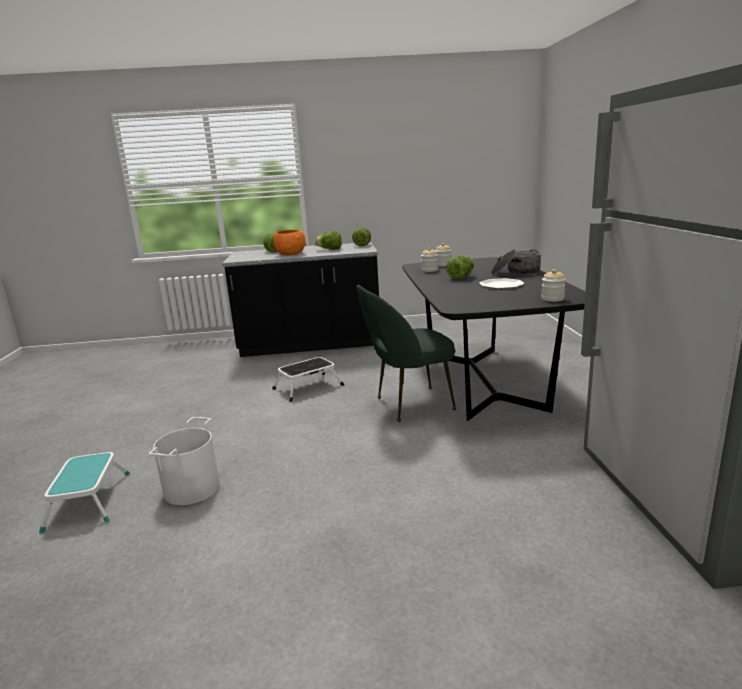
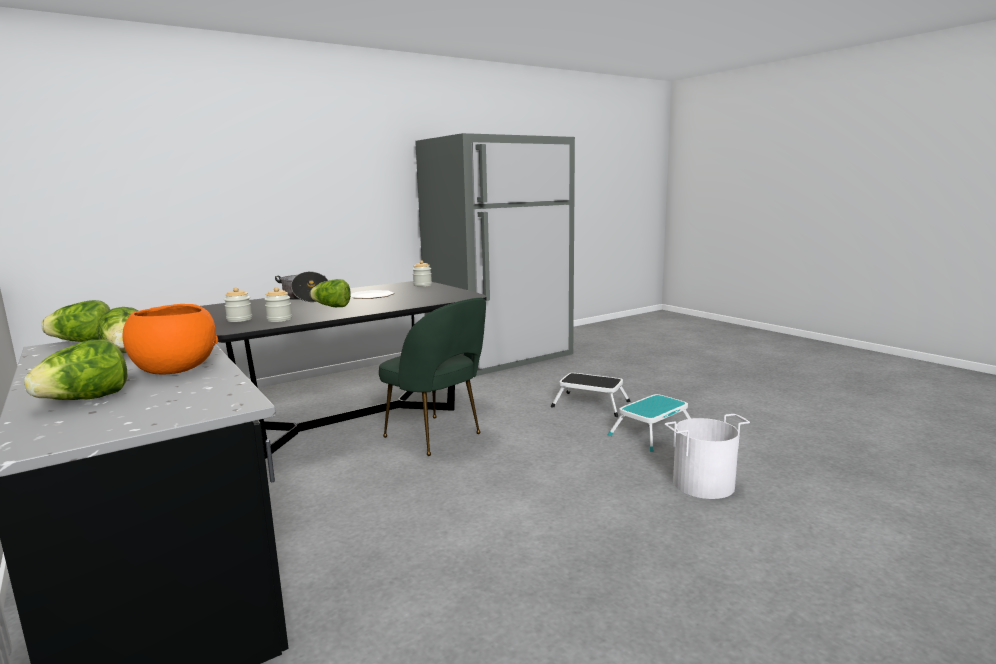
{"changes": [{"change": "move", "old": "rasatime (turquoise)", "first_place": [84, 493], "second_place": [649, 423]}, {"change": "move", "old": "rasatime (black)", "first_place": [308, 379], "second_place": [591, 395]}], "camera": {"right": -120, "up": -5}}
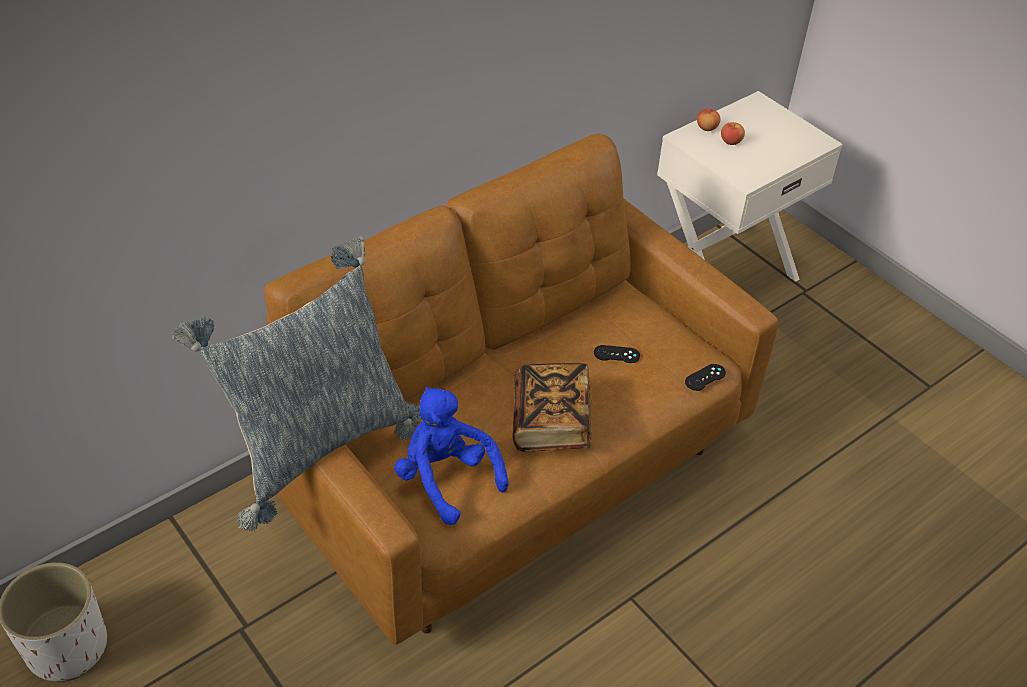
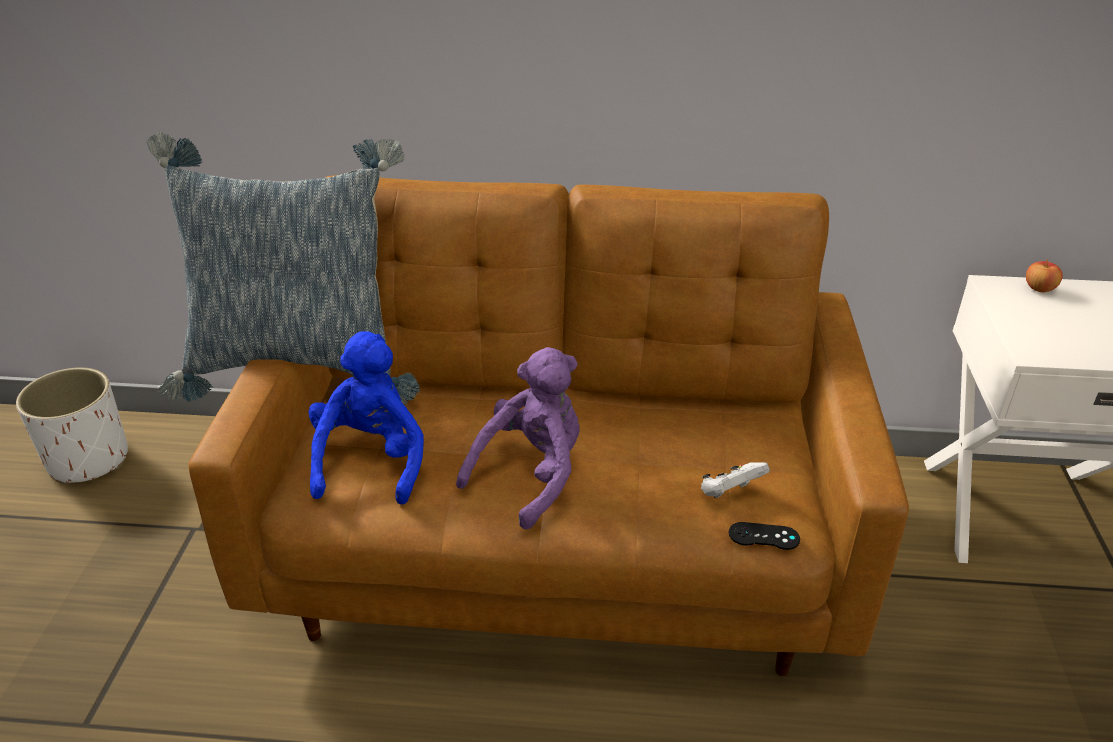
{"changes": [{"change": "replace", "old": "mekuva", "new": "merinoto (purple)", "first_place": [552, 407], "second_place": [518, 438]}, {"change": "delete", "old": "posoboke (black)", "first_place": [617, 354]}, {"change": "delete", "old": "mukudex", "first_place": [733, 133]}, {"change": "insert", "new": "posoboke (white)", "second_place": [735, 480]}], "camera": {"right": 45, "up": -10}}
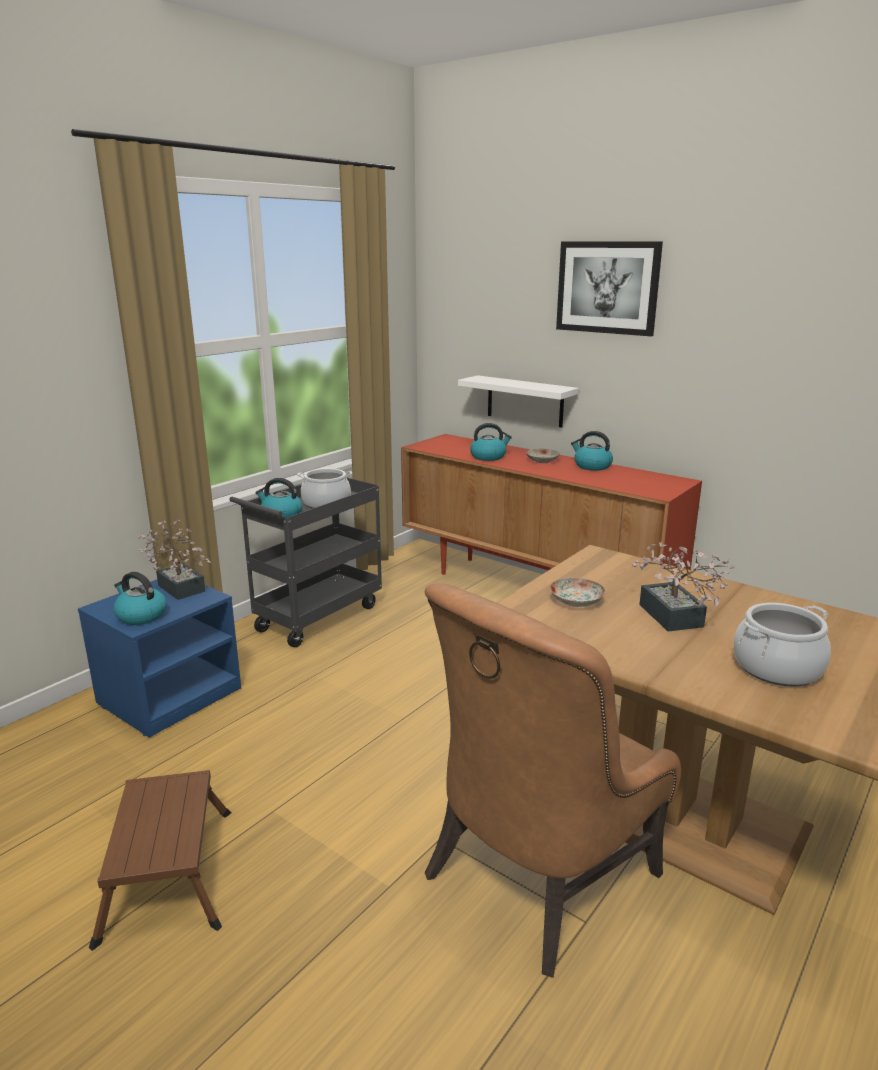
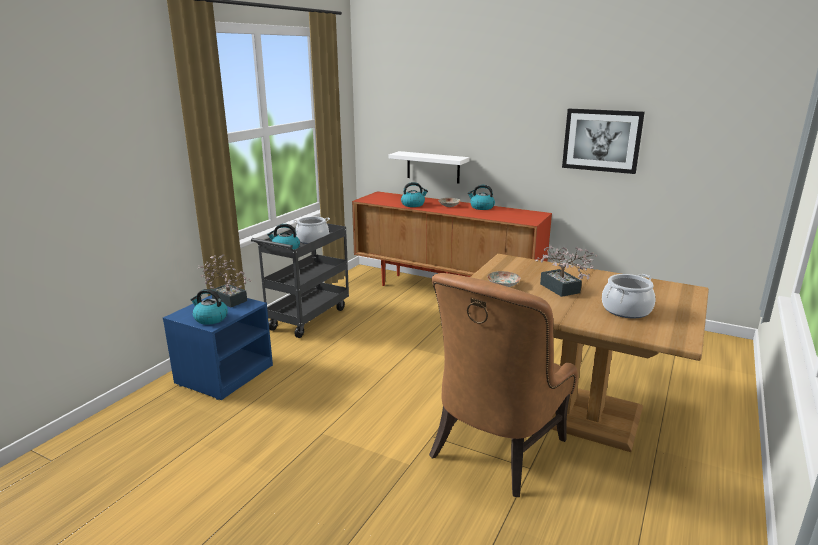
{"changes": [{"change": "delete", "old": "rasatime (brown)", "first_place": [160, 860]}, {"change": "move", "old": "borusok", "first_place": [609, 289], "second_place": [603, 141]}], "camera": {"right": -10, "up": 0}}
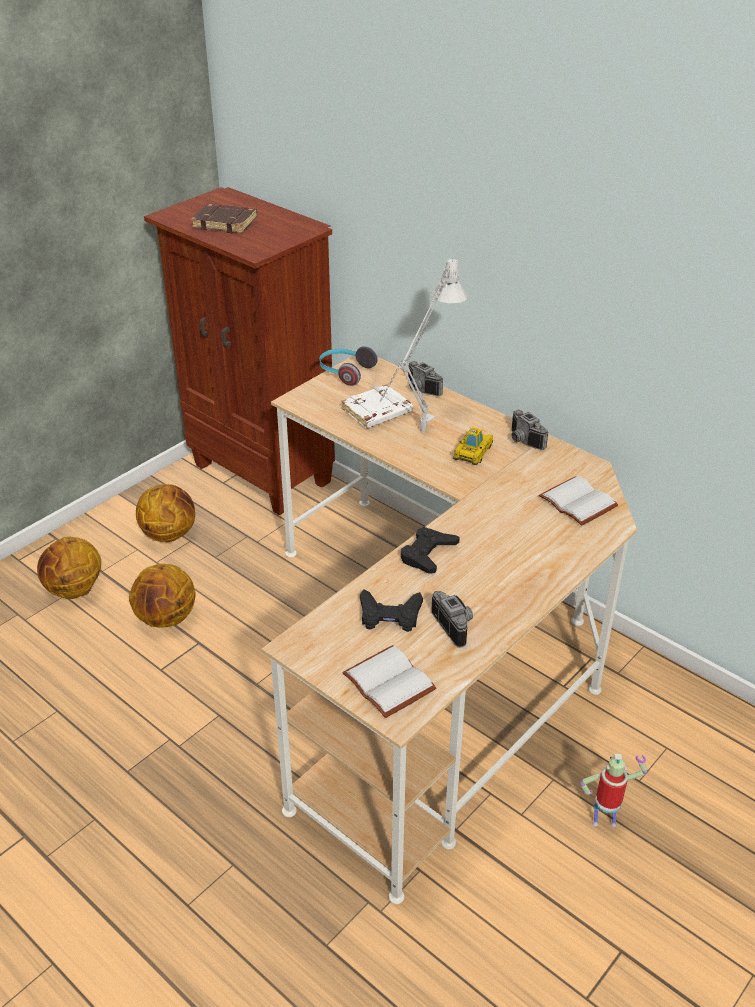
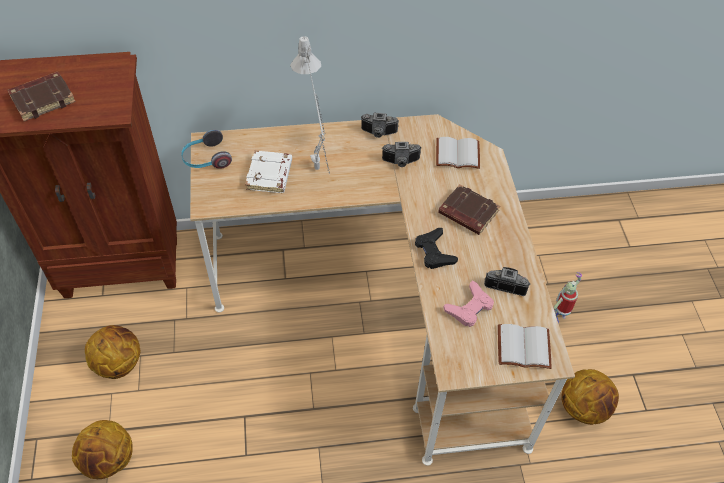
{"changes": [{"change": "move", "old": "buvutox", "first_place": [162, 596], "second_place": [590, 397]}, {"change": "recolor", "old": "posoboke (black)", "new": "posoboke (pink)", "first_place": [391, 610], "second_place": [468, 304]}, {"change": "move", "old": "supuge", "first_place": [425, 378], "second_place": [401, 154]}, {"change": "delete", "old": "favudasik", "first_place": [473, 446]}, {"change": "insert", "new": "mekuva (brown)", "second_place": [469, 209]}], "camera": {"right": -50, "up": 15}}
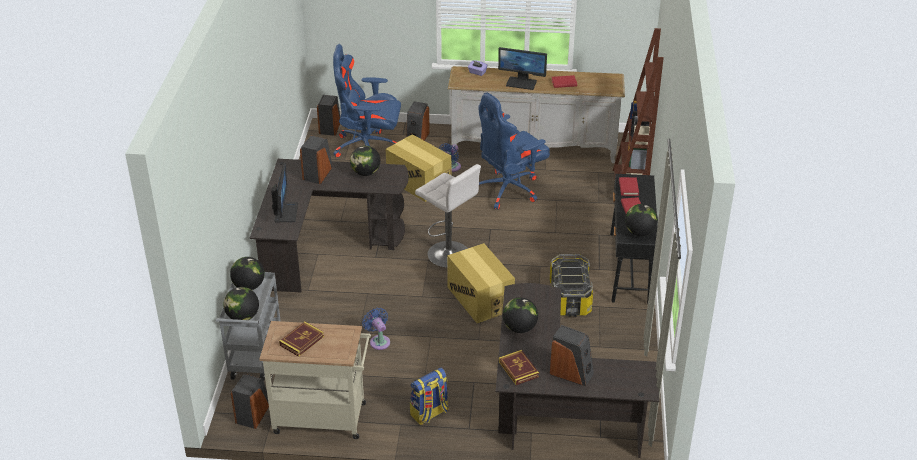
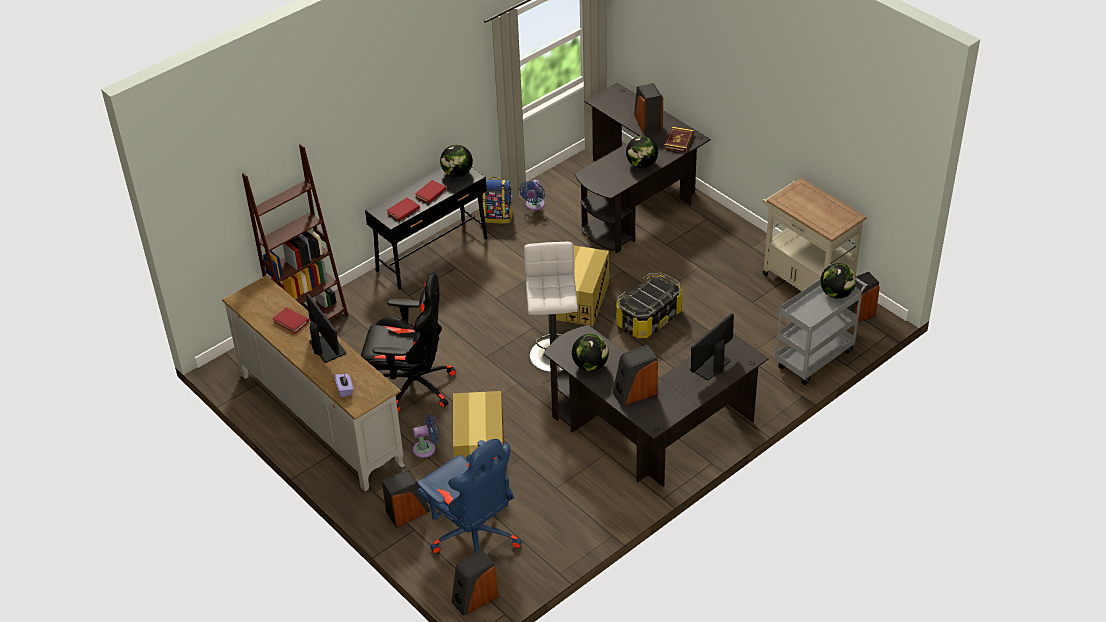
{"changes": [{"change": "delete", "old": "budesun", "first_place": [247, 273]}, {"change": "delete", "old": "mekuva", "first_place": [301, 339]}, {"change": "move", "old": "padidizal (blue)", "first_place": [376, 329], "second_place": [532, 195]}, {"change": "move", "old": "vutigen", "first_place": [429, 396], "second_place": [496, 200]}, {"change": "recolor", "old": "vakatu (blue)", "new": "vakatu (black)", "first_place": [514, 151], "second_place": [408, 342]}, {"change": "move", "old": "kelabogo", "first_place": [571, 285], "second_place": [649, 305]}], "camera": {"right": -135, "up": 5}}
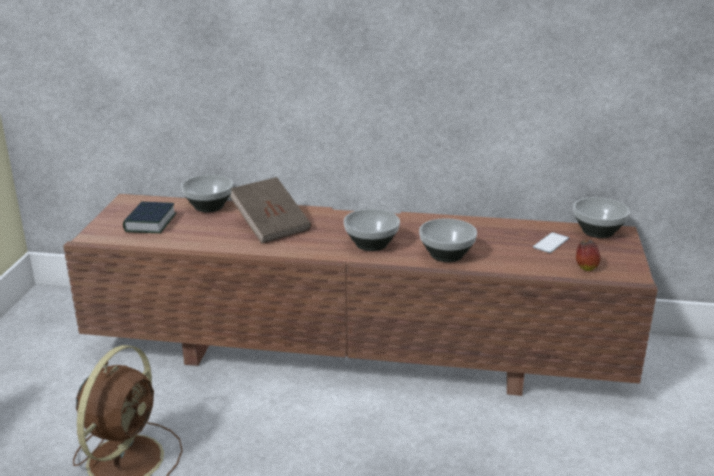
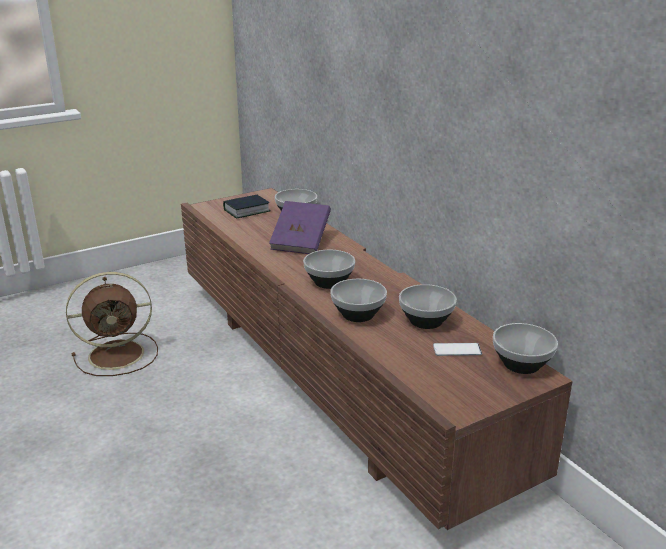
{"changes": [{"change": "recolor", "old": "mekuva (brown)", "new": "mekuva (purple)", "first_place": [270, 210], "second_place": [300, 227]}, {"change": "delete", "old": "mukudex", "first_place": [588, 255]}, {"change": "insert", "new": "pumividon", "second_place": [428, 306]}], "camera": {"right": 50, "up": 0}}
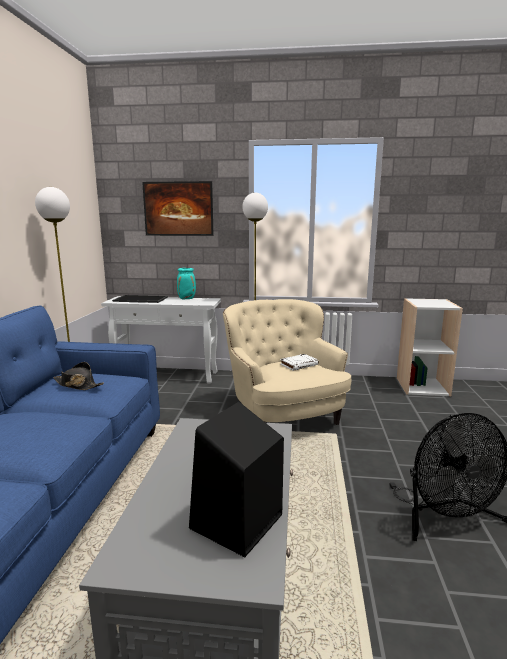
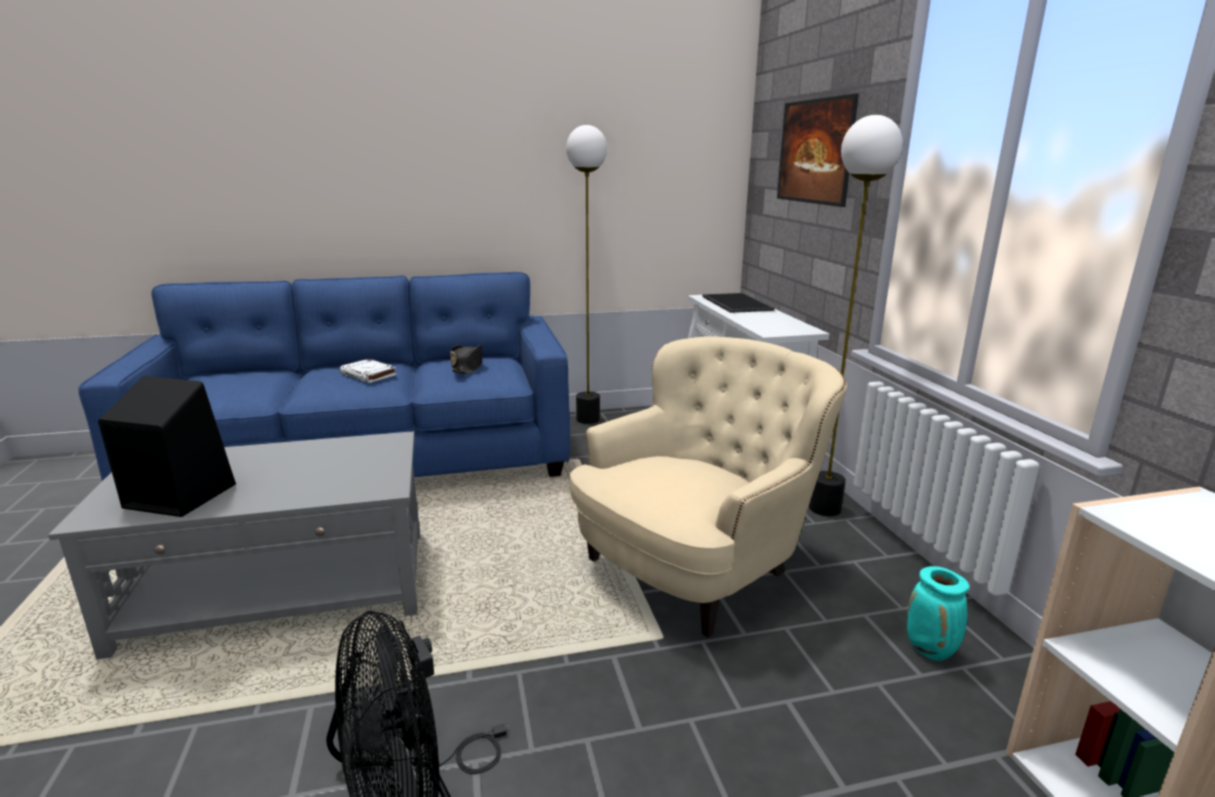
{"changes": [{"change": "move", "old": "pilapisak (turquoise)", "first_place": [186, 283], "second_place": [937, 613]}, {"change": "move", "old": "mekuva (white)", "first_place": [299, 362], "second_place": [368, 371]}], "camera": {"right": 70, "up": 5}}
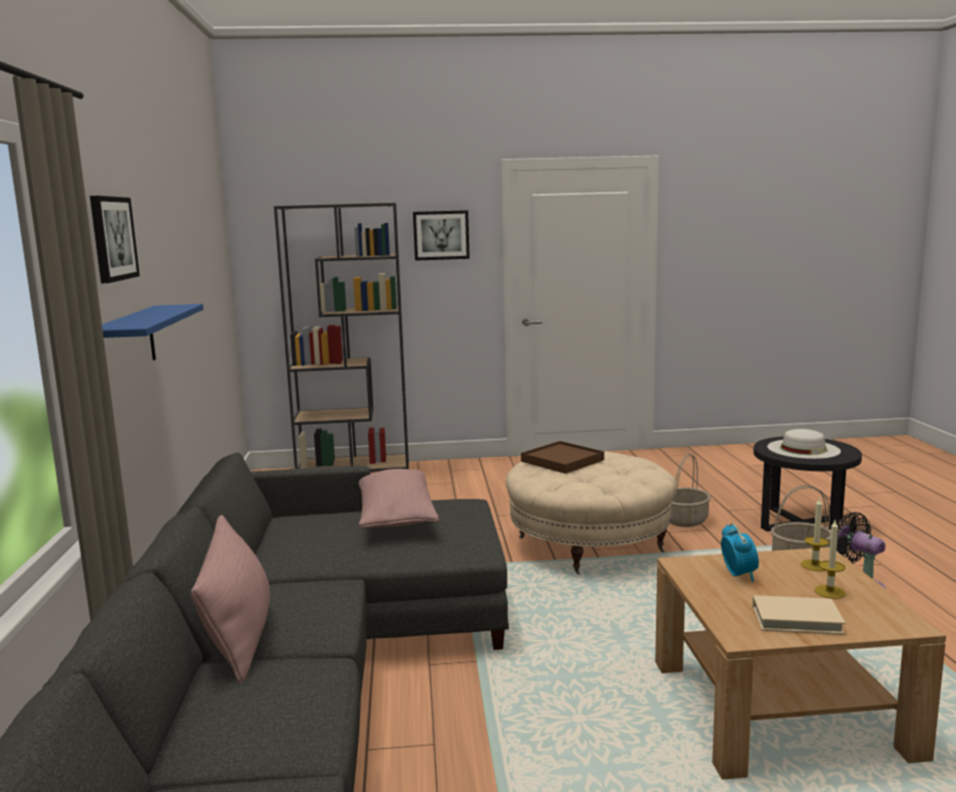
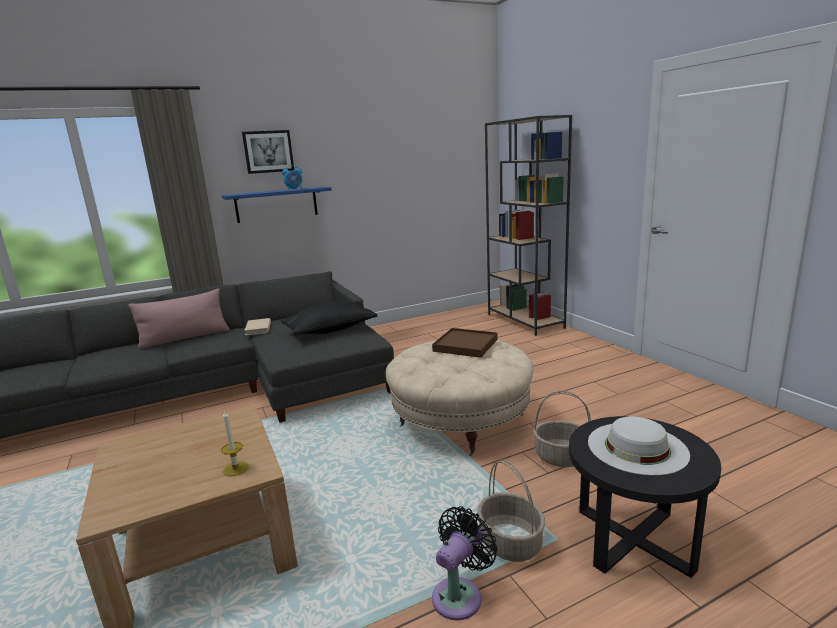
{"changes": [{"change": "recolor", "old": "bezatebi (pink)", "new": "bezatebi (black)", "first_place": [398, 498], "second_place": [329, 318]}, {"change": "delete", "old": "borusok", "first_place": [441, 235]}, {"change": "move", "old": "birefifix", "first_place": [740, 552], "second_place": [292, 177]}, {"change": "move", "old": "mekuva (beige)", "first_place": [799, 615], "second_place": [257, 327]}, {"change": "delete", "old": "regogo", "first_place": [830, 559]}], "camera": {"right": 70, "up": 5}}
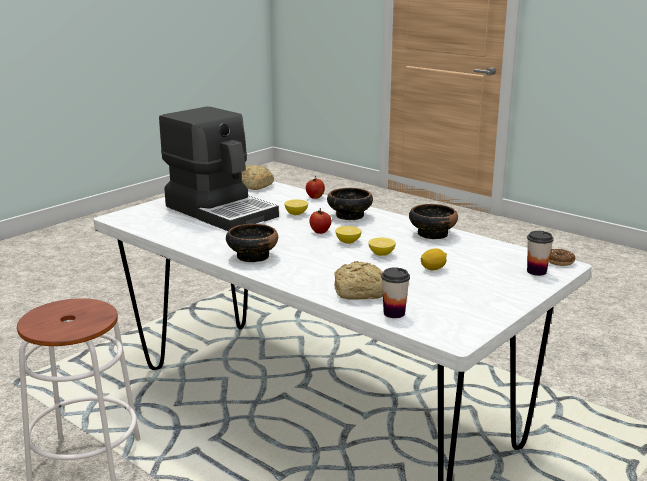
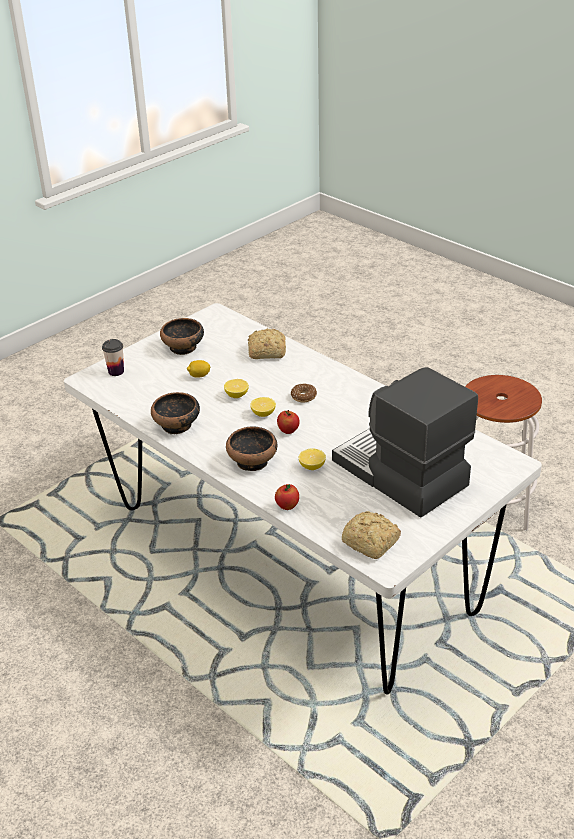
{"changes": [{"change": "move", "old": "pumividon", "first_place": [252, 243], "second_place": [182, 336]}, {"change": "delete", "old": "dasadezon", "first_place": [395, 292]}, {"change": "move", "old": "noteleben", "first_place": [562, 257], "second_place": [304, 393]}], "camera": {"right": -175, "up": 15}}
